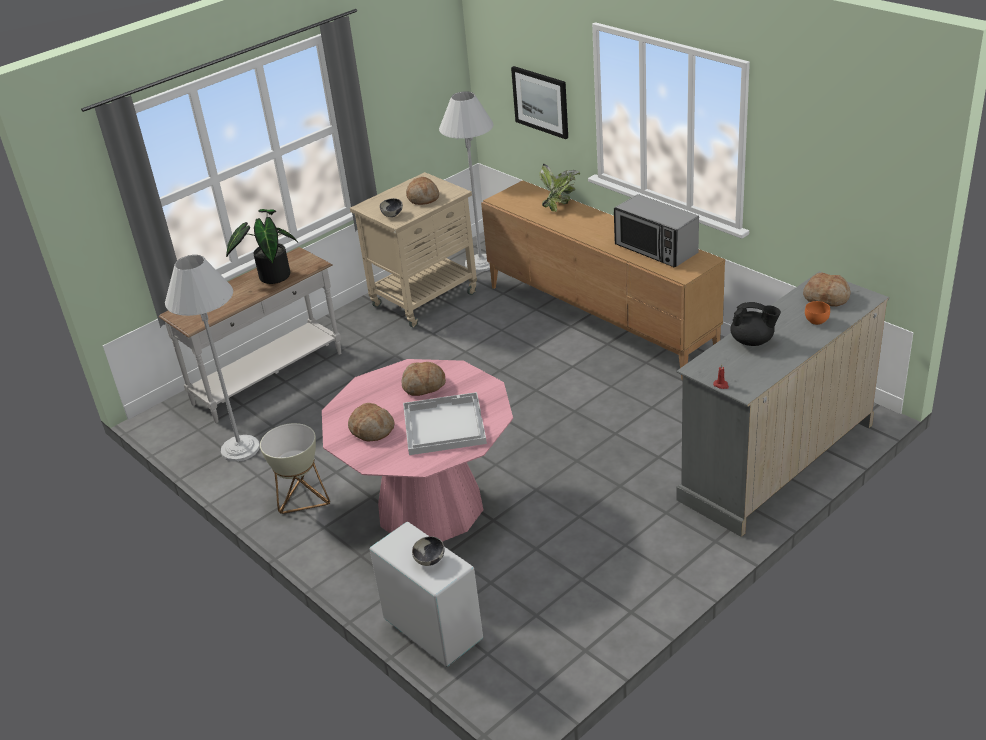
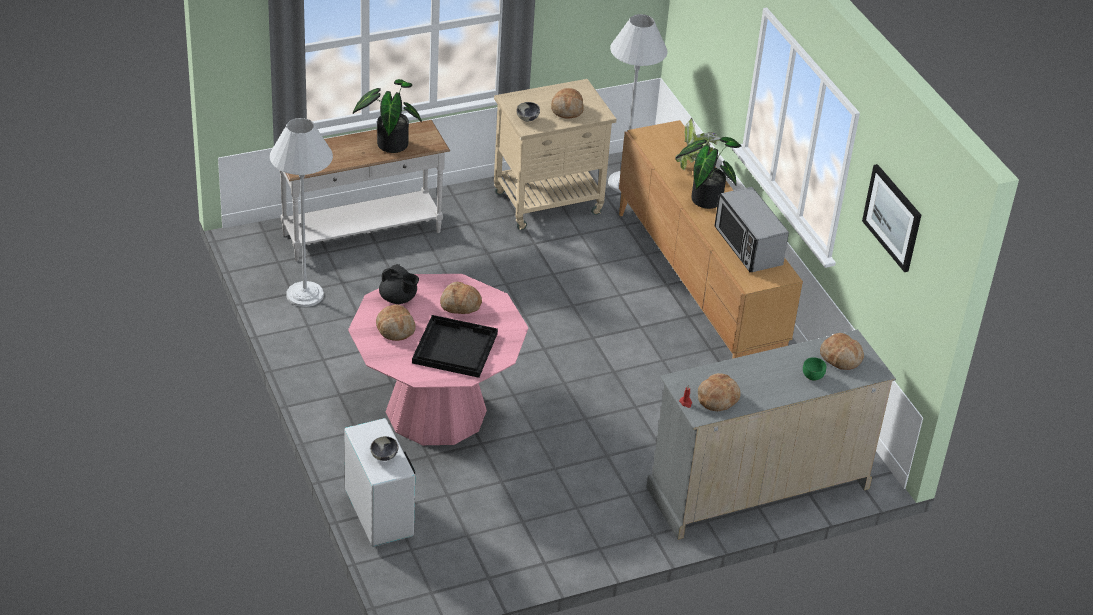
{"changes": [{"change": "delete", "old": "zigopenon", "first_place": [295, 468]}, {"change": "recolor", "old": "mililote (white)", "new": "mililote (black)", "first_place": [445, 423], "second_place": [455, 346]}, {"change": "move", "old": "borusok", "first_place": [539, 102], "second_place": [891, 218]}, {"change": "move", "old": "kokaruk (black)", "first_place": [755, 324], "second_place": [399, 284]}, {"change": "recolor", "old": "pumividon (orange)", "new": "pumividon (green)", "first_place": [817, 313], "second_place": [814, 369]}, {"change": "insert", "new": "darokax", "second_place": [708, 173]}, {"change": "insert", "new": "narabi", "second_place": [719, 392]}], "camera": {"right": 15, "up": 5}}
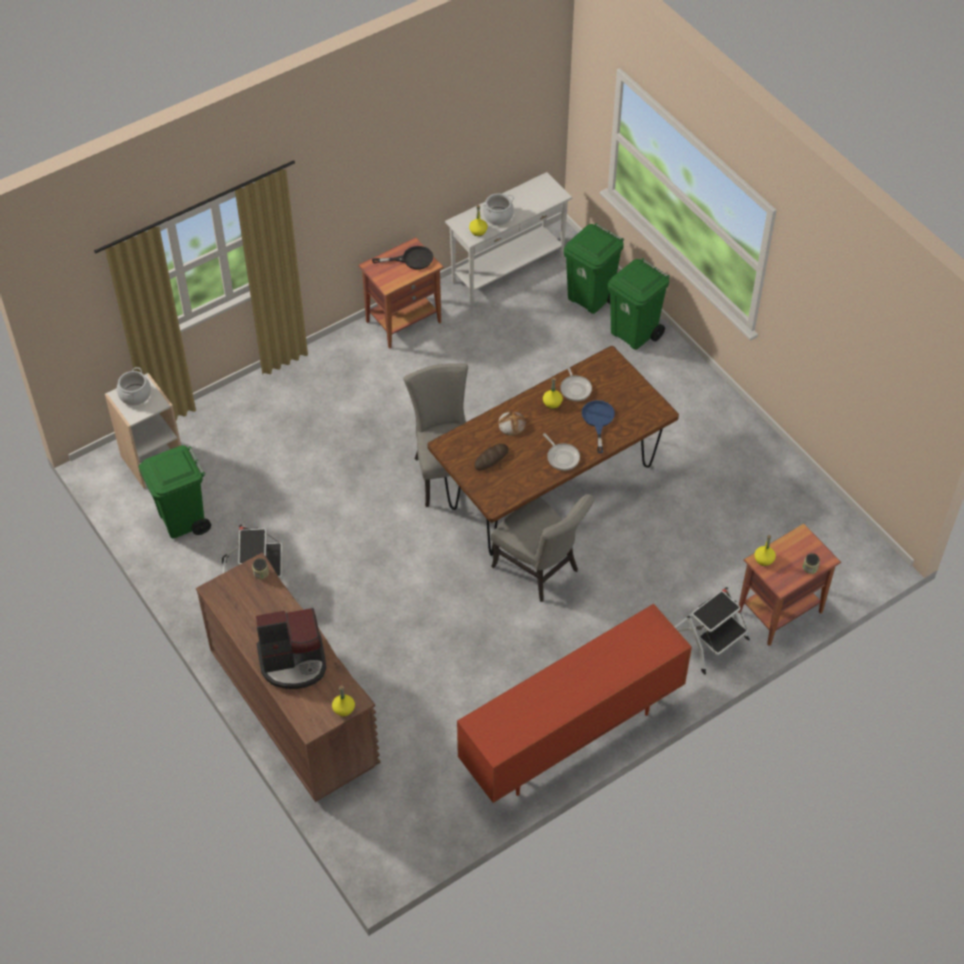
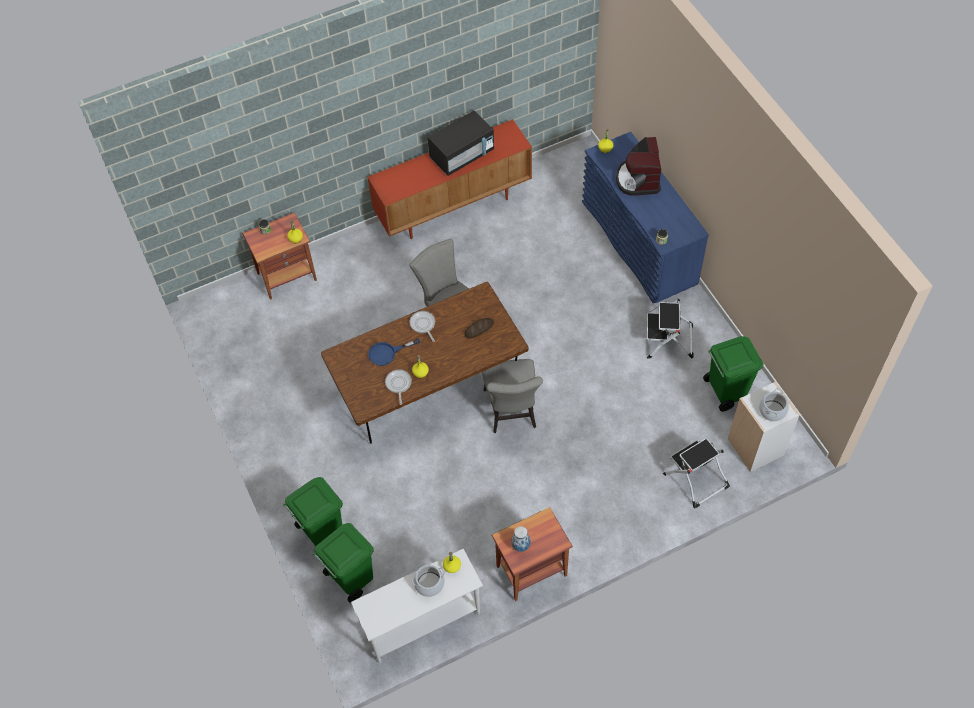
{"changes": [{"change": "recolor", "old": "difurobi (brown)", "new": "difurobi (blue)", "first_place": [288, 677], "second_place": [645, 217]}, {"change": "rotate", "old": "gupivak", "first_place": [291, 648], "second_place": [638, 166], "degrees": -90}, {"change": "replace", "old": "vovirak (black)", "new": "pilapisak", "first_place": [402, 257], "second_place": [521, 539]}, {"change": "delete", "old": "narabi", "first_place": [512, 423]}, {"change": "rotate", "old": "vovirak (blue)", "first_place": [598, 426], "second_place": [394, 352], "degrees": 60}, {"change": "move", "old": "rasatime", "first_place": [712, 631], "second_place": [696, 473]}, {"change": "insert", "new": "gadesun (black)", "second_place": [461, 143]}], "camera": {"right": -170, "up": 5}}
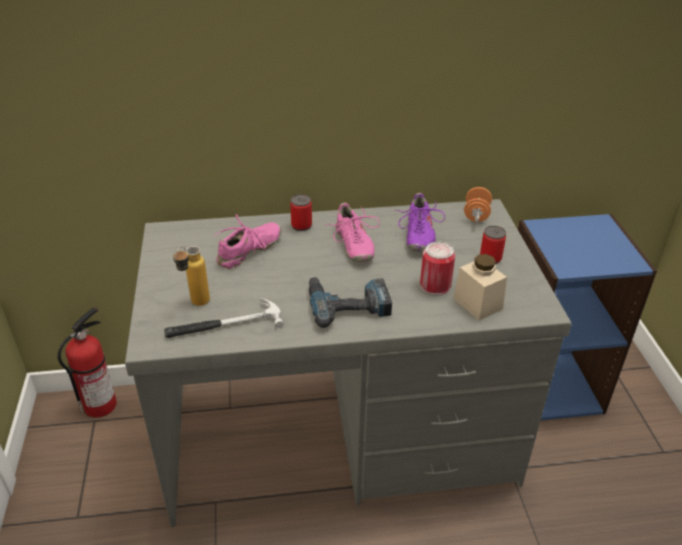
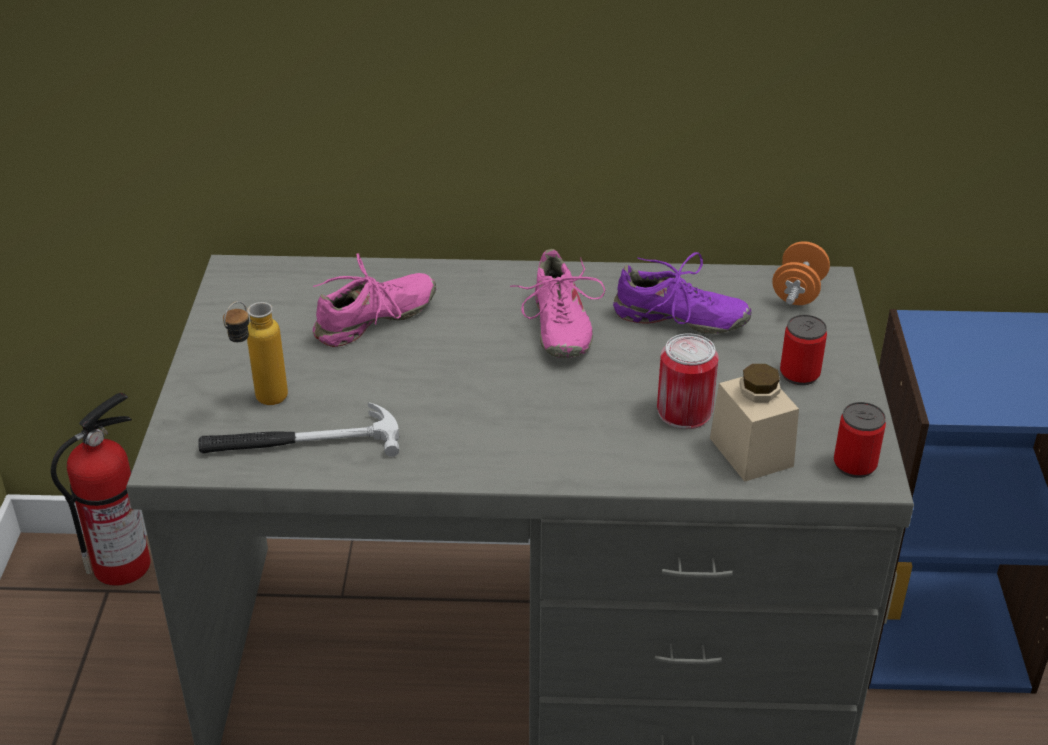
{"changes": [{"change": "move", "old": "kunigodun", "first_place": [301, 212], "second_place": [860, 440]}, {"change": "delete", "old": "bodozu", "first_place": [350, 302]}, {"change": "rotate", "old": "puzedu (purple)", "first_place": [419, 222], "second_place": [682, 293], "degrees": -90}], "camera": {"right": 10, "up": 0}}
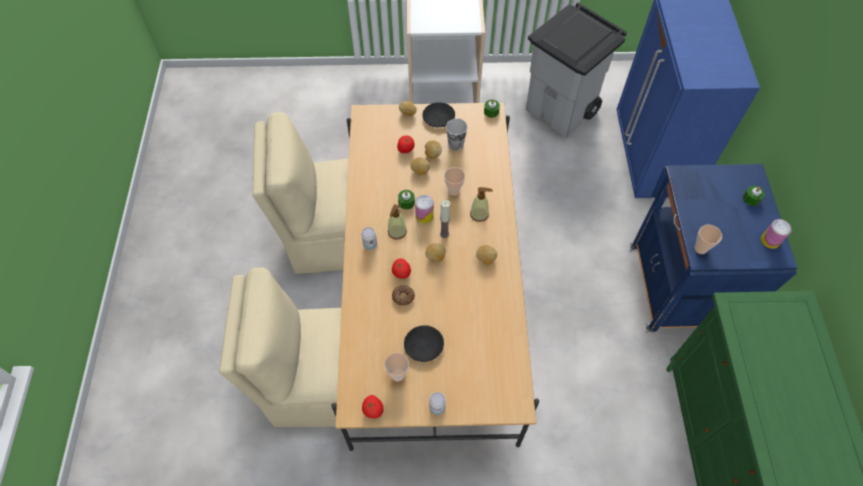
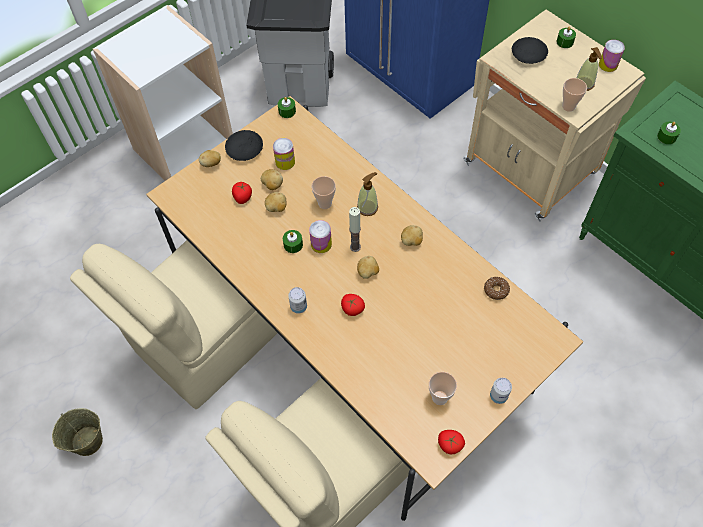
{"changes": [{"change": "move", "old": "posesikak", "first_place": [397, 222], "second_place": [589, 69]}, {"change": "move", "old": "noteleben", "first_place": [403, 295], "second_place": [497, 288]}, {"change": "move", "old": "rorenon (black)", "first_place": [424, 343], "second_place": [530, 50]}, {"change": "replace", "old": "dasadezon", "new": "kunigodun", "first_place": [456, 135], "second_place": [284, 154]}, {"change": "recolor", "old": "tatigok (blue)", "new": "tatigok (beige)", "first_place": [713, 248], "second_place": [554, 116]}, {"change": "insert", "new": "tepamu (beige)", "second_place": [77, 432]}, {"change": "insert", "new": "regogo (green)", "second_place": [669, 133]}], "camera": {"right": -40, "up": 0}}
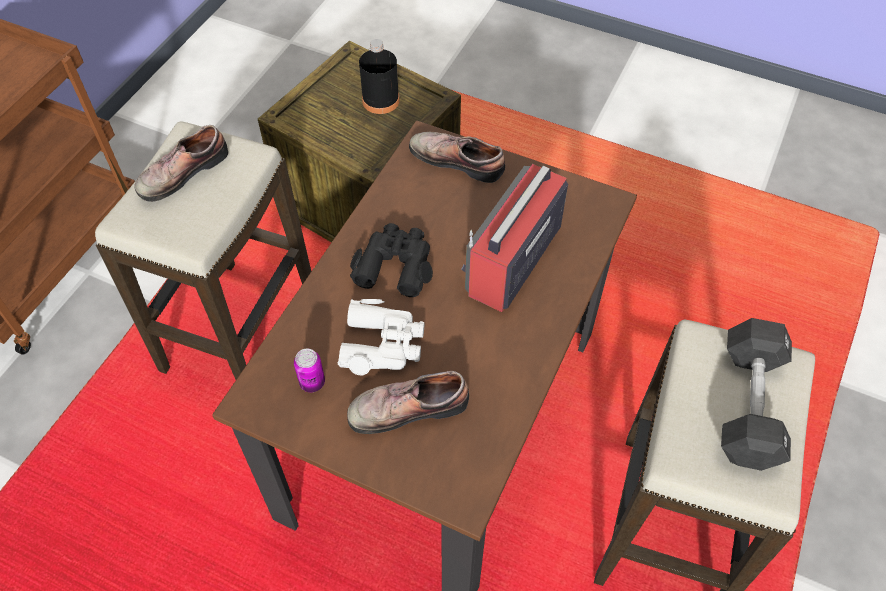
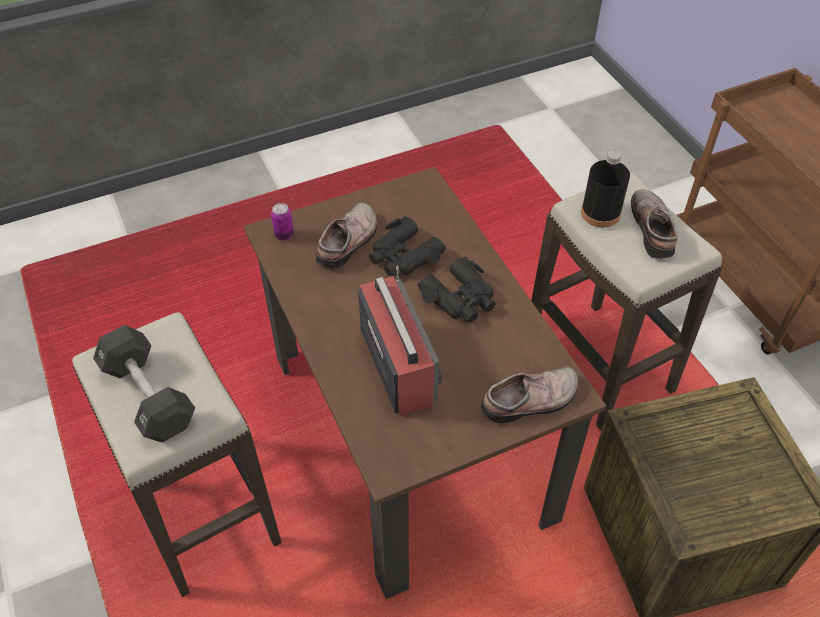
{"changes": [{"change": "move", "old": "kunigodun", "first_place": [309, 370], "second_place": [282, 222]}, {"change": "recolor", "old": "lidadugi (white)", "new": "lidadugi (black)", "first_place": [381, 337], "second_place": [407, 246]}, {"change": "move", "old": "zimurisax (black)", "first_place": [379, 76], "second_place": [605, 188]}], "camera": {"right": 130, "up": -5}}
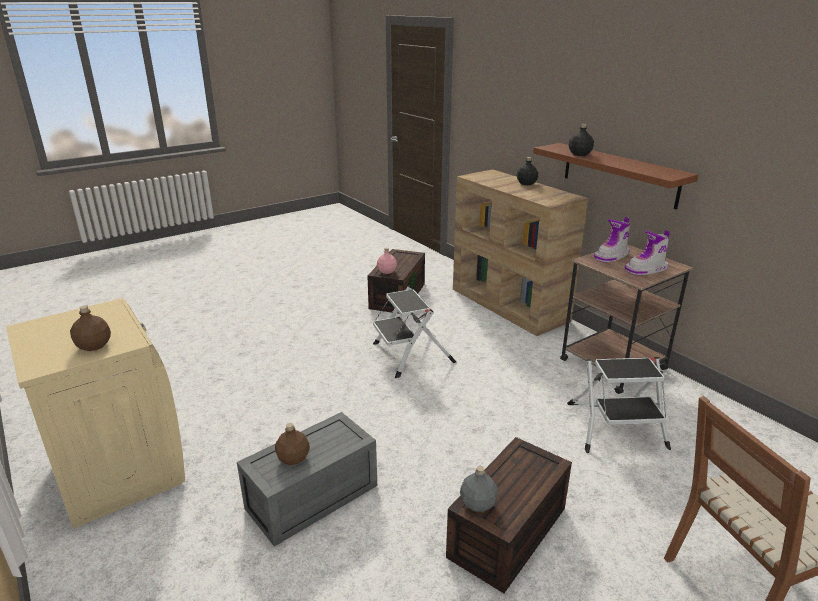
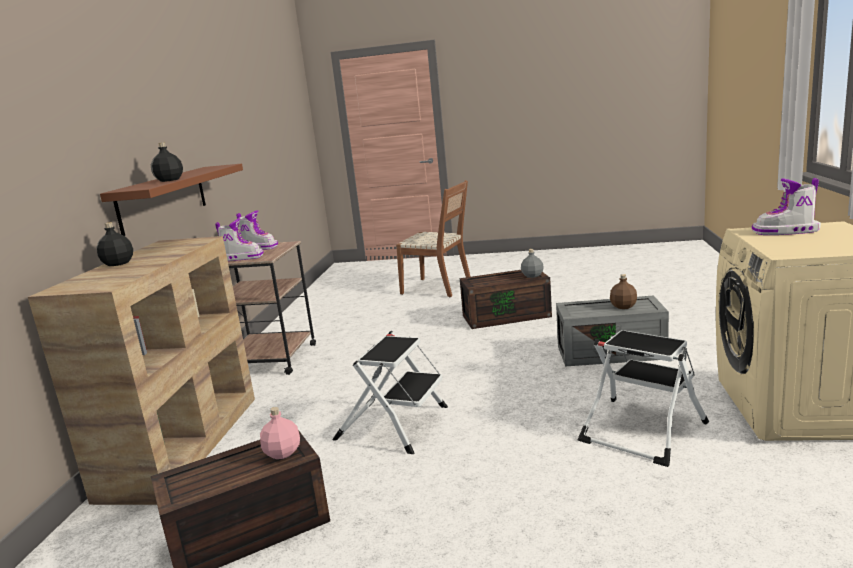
{"changes": [{"change": "replace", "old": "zimurisax (brown)", "new": "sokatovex", "first_place": [90, 328], "second_place": [786, 206]}, {"change": "move", "old": "rasatime", "first_place": [619, 405], "second_place": [643, 398]}], "camera": {"right": -135, "up": -10}}
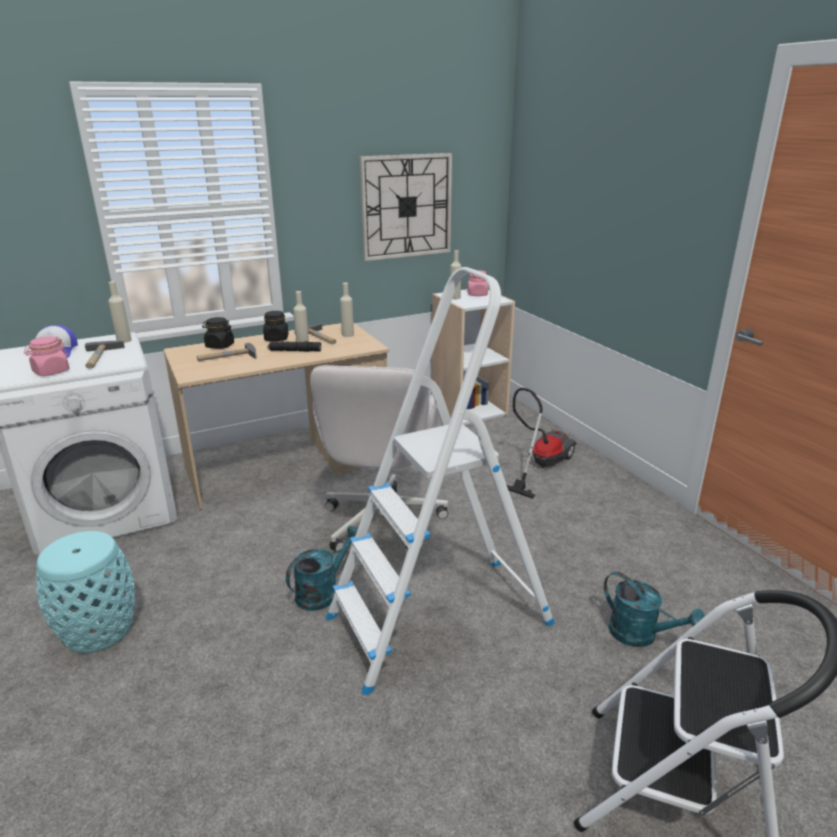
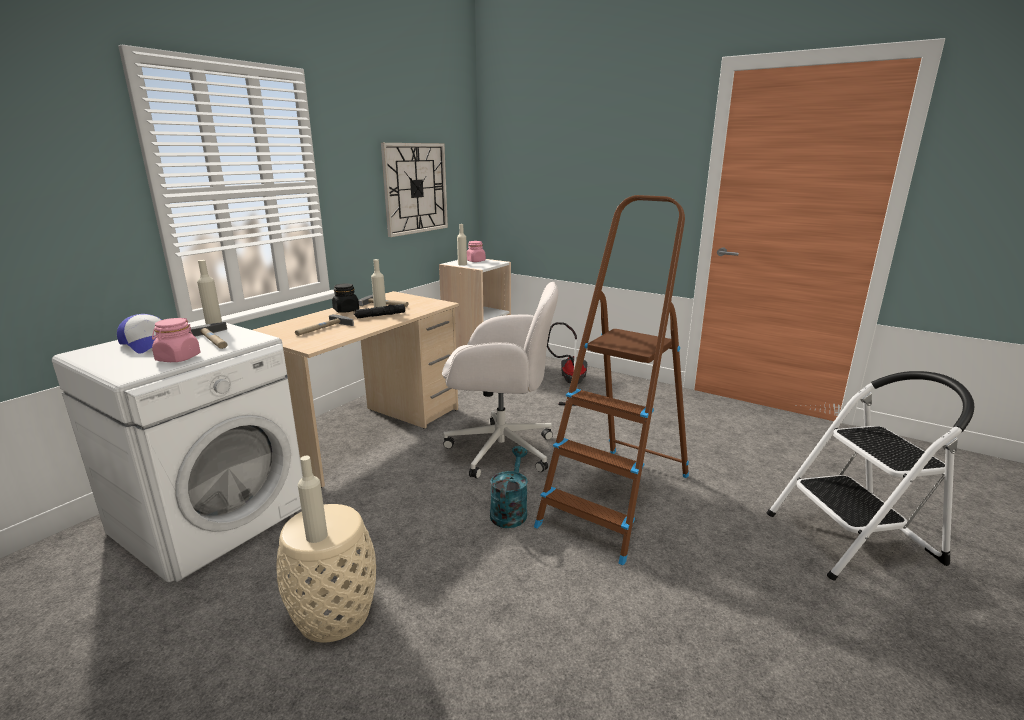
{"changes": [{"change": "recolor", "old": "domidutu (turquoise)", "new": "domidutu (beige)", "first_place": [85, 592], "second_place": [326, 573]}, {"change": "delete", "old": "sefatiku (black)", "first_place": [218, 333]}, {"change": "rotate", "old": "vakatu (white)", "first_place": [379, 459], "second_place": [500, 380], "degrees": -60}, {"change": "recolor", "old": "rasatime (white)", "new": "rasatime (brown)", "first_place": [440, 481], "second_place": [611, 380]}, {"change": "move", "old": "zimurisax (beige)", "first_place": [347, 310], "second_place": [313, 499]}, {"change": "delete", "old": "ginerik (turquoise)", "first_place": [654, 609]}], "camera": {"right": -30, "up": -5}}
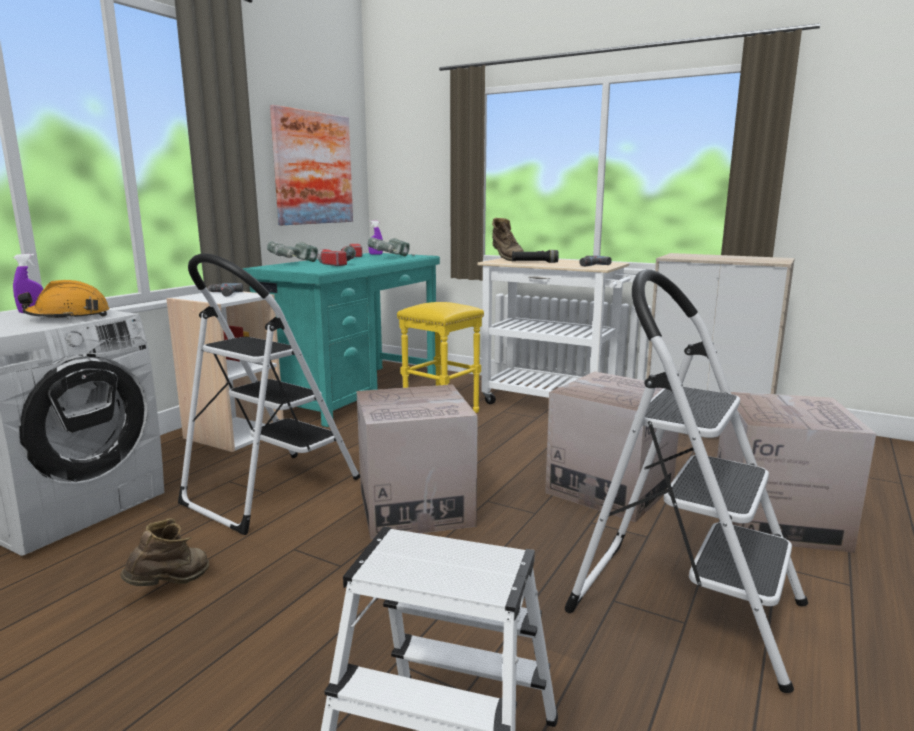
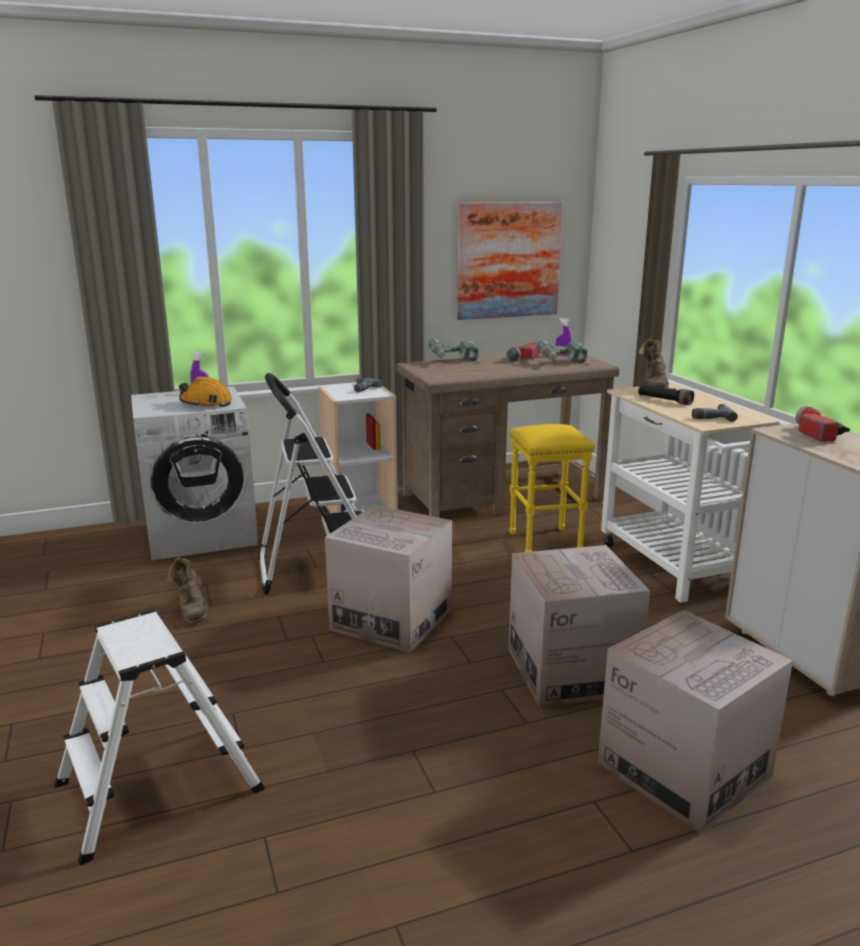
{"changes": [{"change": "rotate", "old": "sokatovex (brown)", "first_place": [164, 552], "second_place": [187, 591], "degrees": 90}, {"change": "recolor", "old": "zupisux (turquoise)", "new": "zupisux (brown)", "first_place": [341, 340], "second_place": [507, 435]}, {"change": "move", "old": "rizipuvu", "first_place": [336, 257], "second_place": [822, 424]}, {"change": "delete", "old": "rasatime", "first_place": [686, 481]}], "camera": {"right": 40, "up": 5}}
